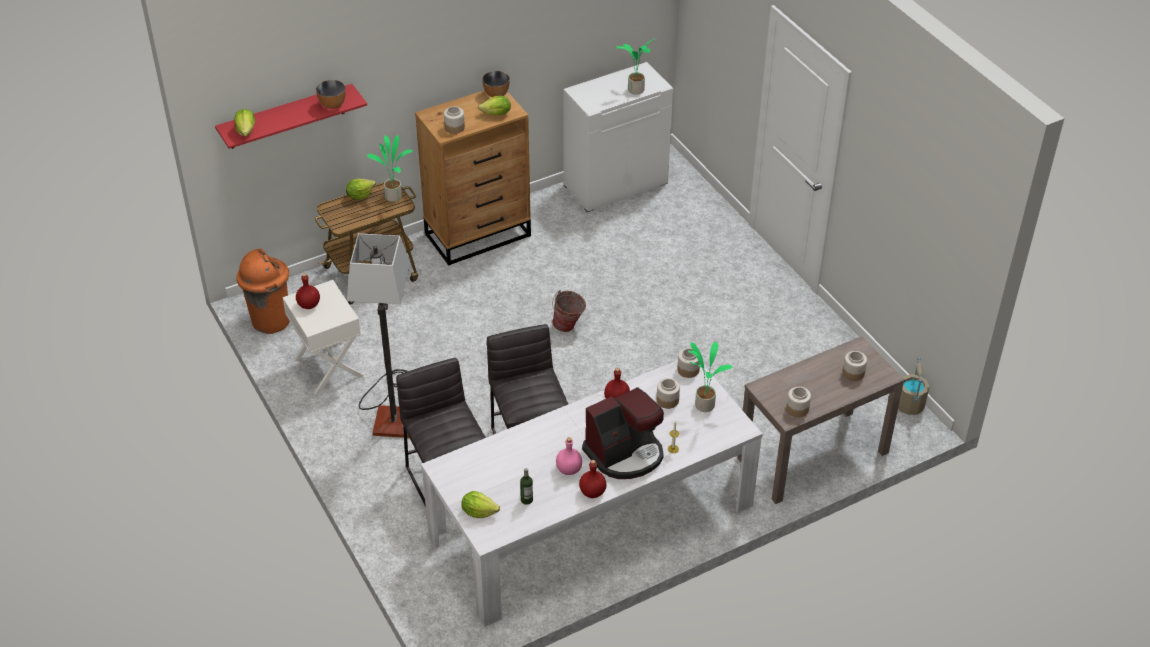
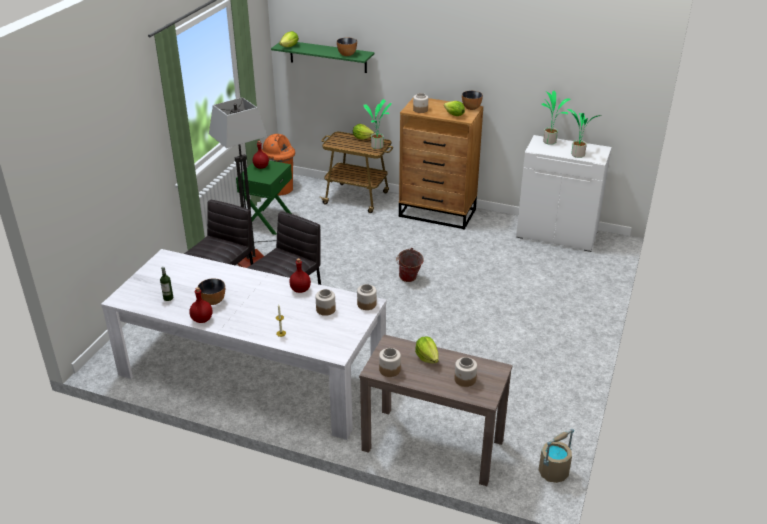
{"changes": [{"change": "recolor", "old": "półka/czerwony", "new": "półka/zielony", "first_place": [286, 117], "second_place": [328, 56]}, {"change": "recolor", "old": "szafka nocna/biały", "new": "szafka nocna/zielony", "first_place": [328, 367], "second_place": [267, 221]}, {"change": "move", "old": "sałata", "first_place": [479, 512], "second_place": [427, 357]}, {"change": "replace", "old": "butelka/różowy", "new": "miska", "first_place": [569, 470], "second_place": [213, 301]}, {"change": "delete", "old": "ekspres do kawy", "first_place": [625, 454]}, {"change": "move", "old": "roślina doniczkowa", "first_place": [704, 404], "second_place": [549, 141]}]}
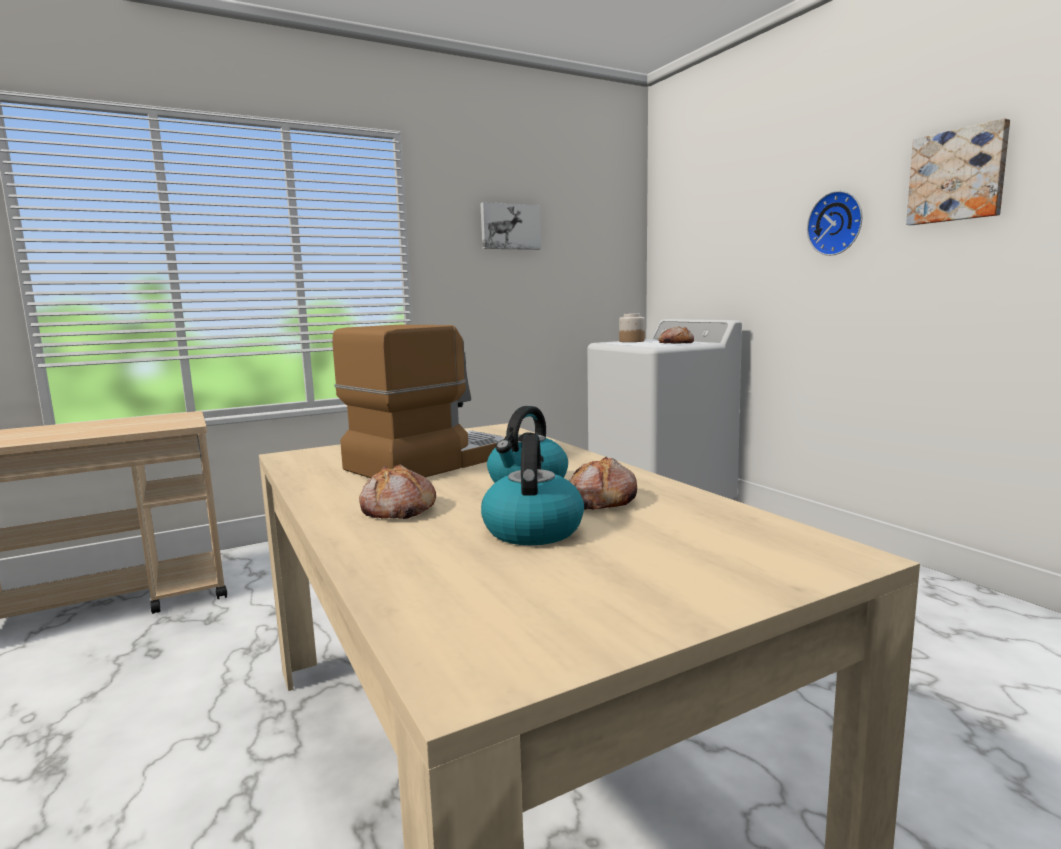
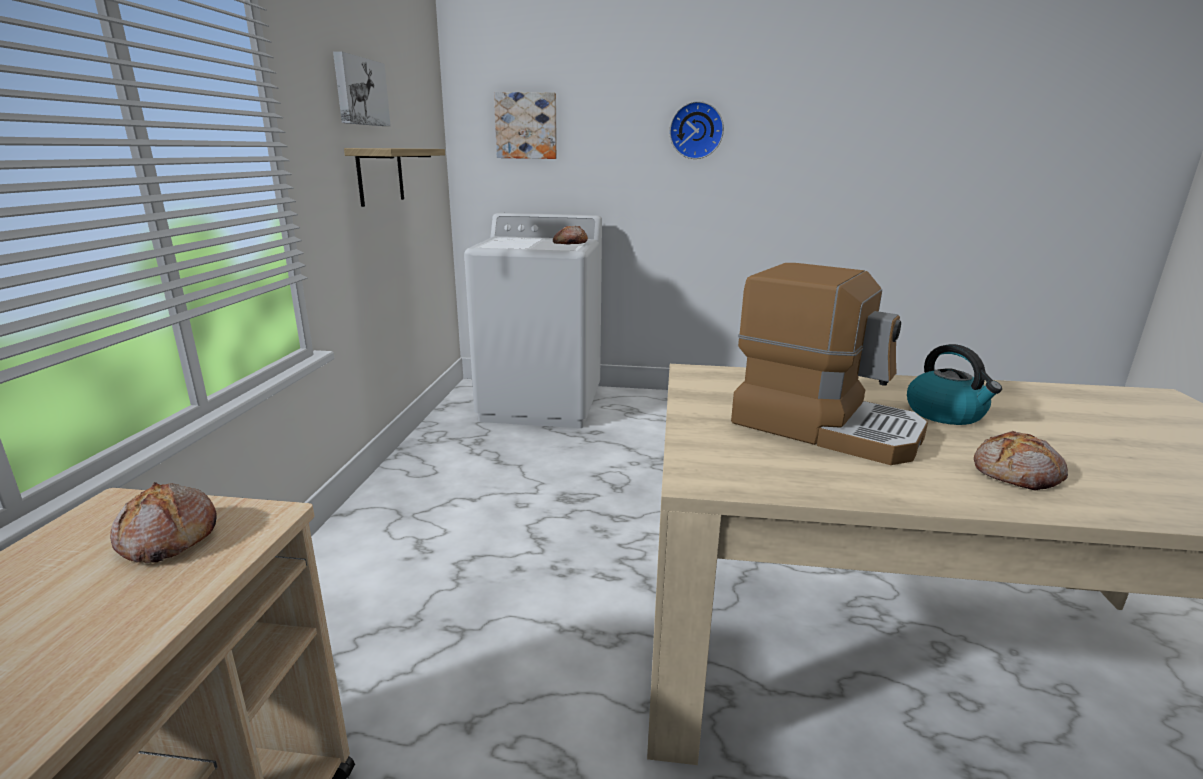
{"changes": [{"change": "rotate", "old": "ekspres do kawy", "first_place": [428, 462], "second_place": [825, 426], "degrees": 135}, {"change": "delete", "old": "czajnik", "first_place": [532, 530]}, {"change": "move", "old": "chleb", "first_place": [600, 501], "second_place": [166, 538]}, {"change": "delete", "old": "słoik", "first_place": [631, 341]}, {"change": "move", "old": "obraz", "first_place": [957, 176], "second_place": [526, 126]}, {"change": "insert", "new": "półka", "second_place": [380, 175]}]}
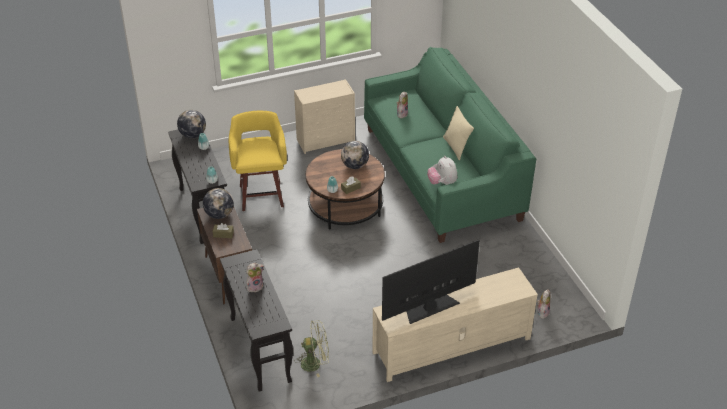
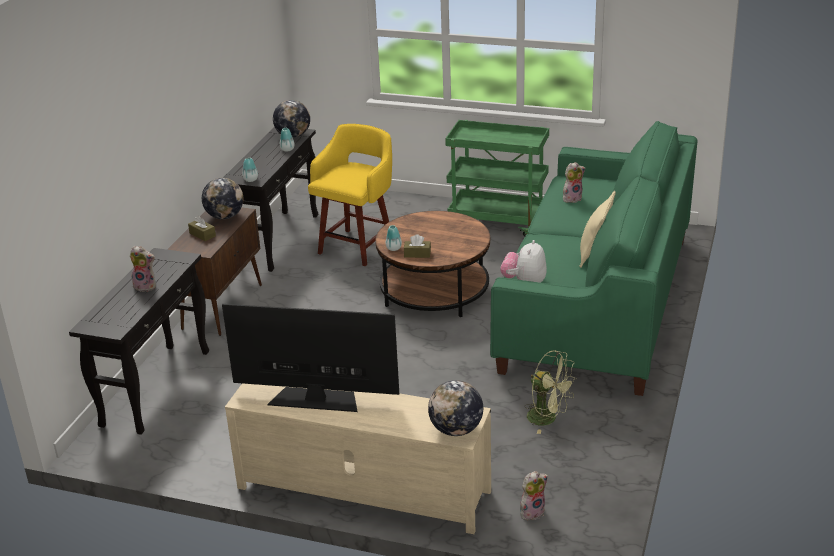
{"changes": [{"change": "replace", "old": "komoda/beżowy", "new": "wózek/zielony", "first_place": [326, 140], "second_place": [498, 221]}, {"change": "move", "old": "wentylator/zielony", "first_place": [315, 363], "second_place": [548, 418]}, {"change": "move", "old": "globus", "first_place": [355, 166], "second_place": [456, 430]}]}
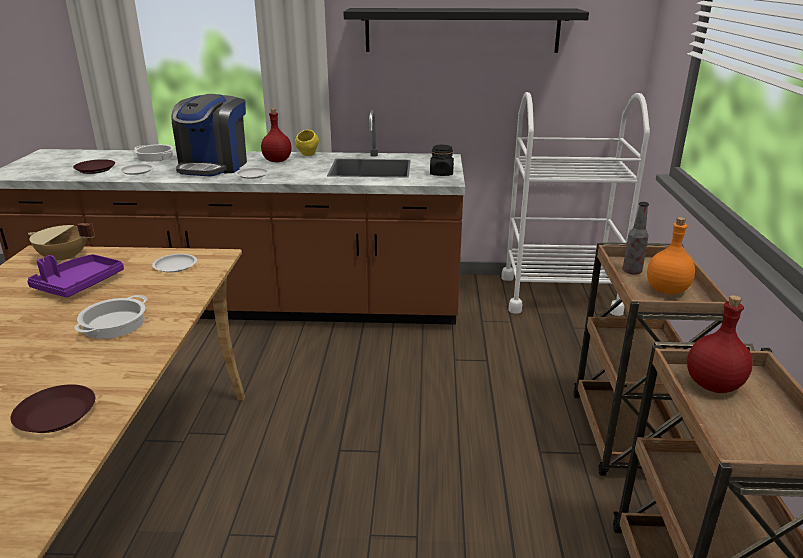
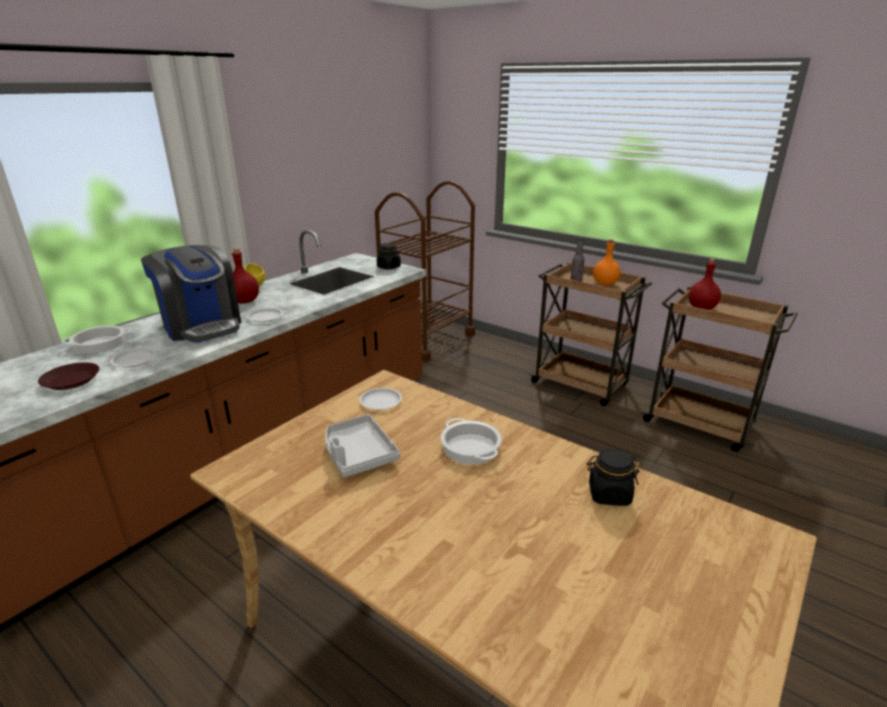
{"changes": [{"change": "replace", "old": "talerz/brązowy", "new": "słoik/czarny", "first_place": [57, 415], "second_place": [609, 494]}, {"change": "recolor", "old": "taca/fioletowy", "new": "taca/szary", "first_place": [78, 284], "second_place": [358, 454]}, {"change": "delete", "old": "garnek/beżowy", "first_place": [64, 259]}, {"change": "delete", "old": "półka/czarny", "first_place": [462, 30]}, {"change": "recolor", "old": "wózek/biały", "new": "wózek/brązowy", "first_place": [559, 294], "second_place": [427, 339]}]}
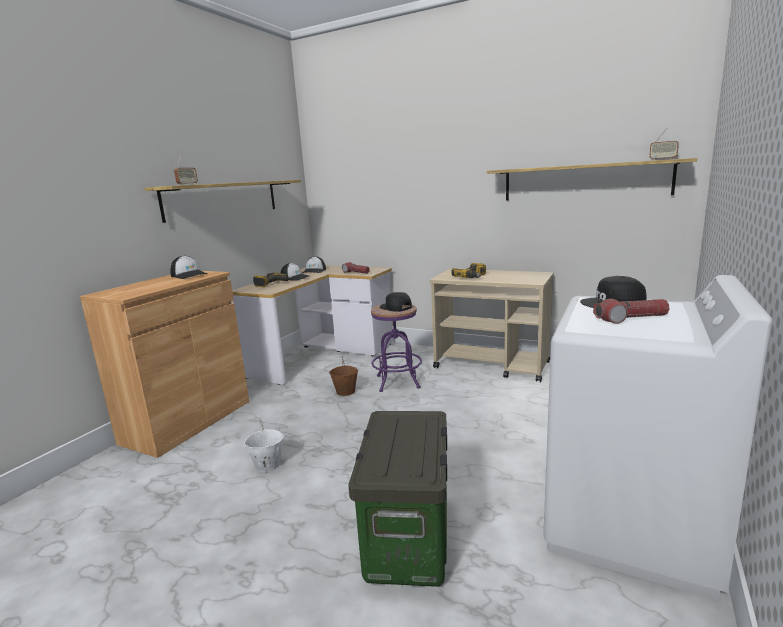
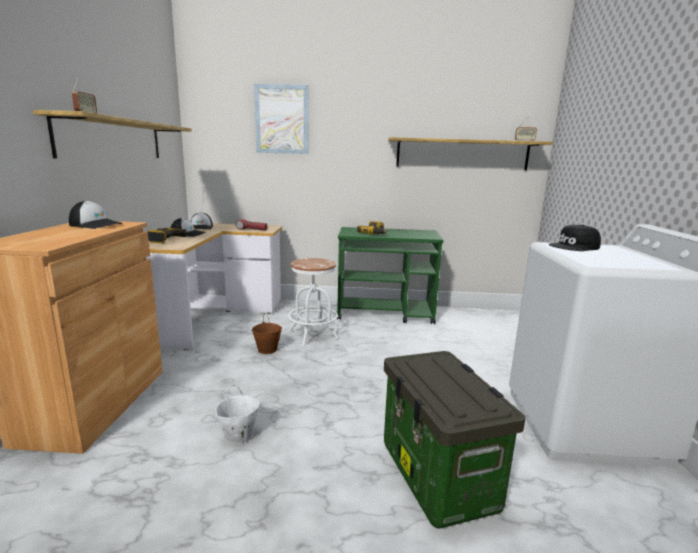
{"changes": [{"change": "recolor", "old": "stołek/fioletowy", "new": "stołek/biały", "first_place": [398, 382], "second_place": [313, 335]}, {"change": "delete", "old": "czapka z daszkiem/czarny", "first_place": [395, 307]}, {"change": "recolor", "old": "wózek/beżowy", "new": "wózek/zielony", "first_place": [492, 365], "second_place": [385, 313]}, {"change": "delete", "old": "latarka", "first_place": [630, 319]}, {"change": "insert", "new": "obraz", "second_place": [282, 119]}]}
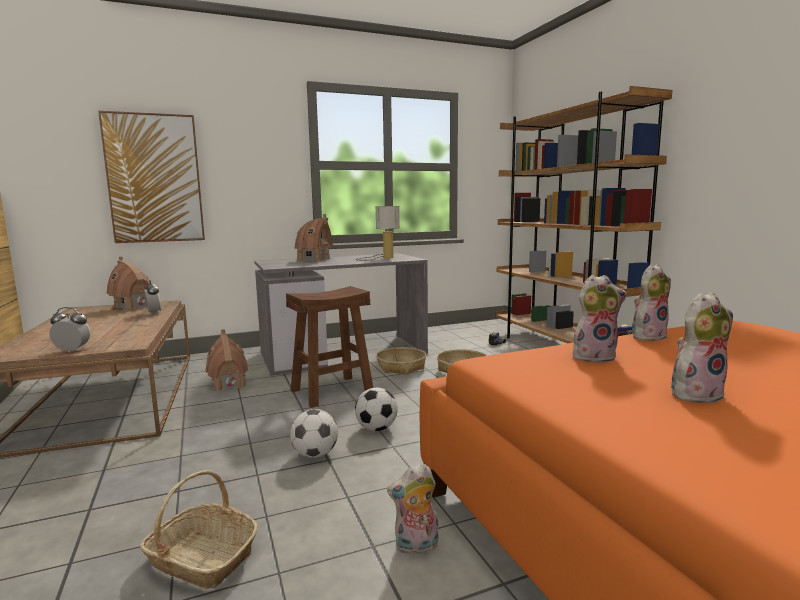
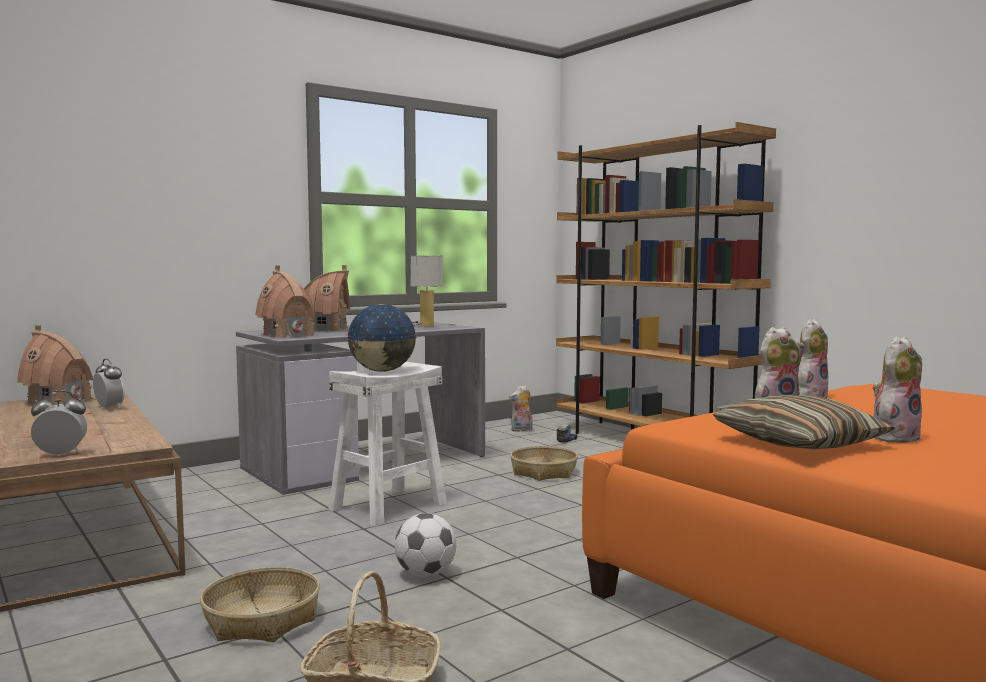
{"changes": [{"change": "delete", "old": "obraz", "first_place": [154, 179]}, {"change": "move", "old": "domek", "first_place": [228, 384], "second_place": [288, 335]}, {"change": "recolor", "old": "stołek/brązowy", "new": "stołek/biały", "first_place": [332, 391], "second_place": [388, 506]}, {"change": "delete", "old": "piłka futbolowa", "first_place": [376, 428]}, {"change": "move", "old": "koszyk", "first_place": [401, 367], "second_place": [261, 619]}, {"change": "move", "old": "pluszak", "first_place": [416, 546], "second_place": [521, 430]}, {"change": "insert", "new": "globus", "second_place": [383, 371]}, {"change": "insert", "new": "poduszka", "second_place": [799, 443]}]}
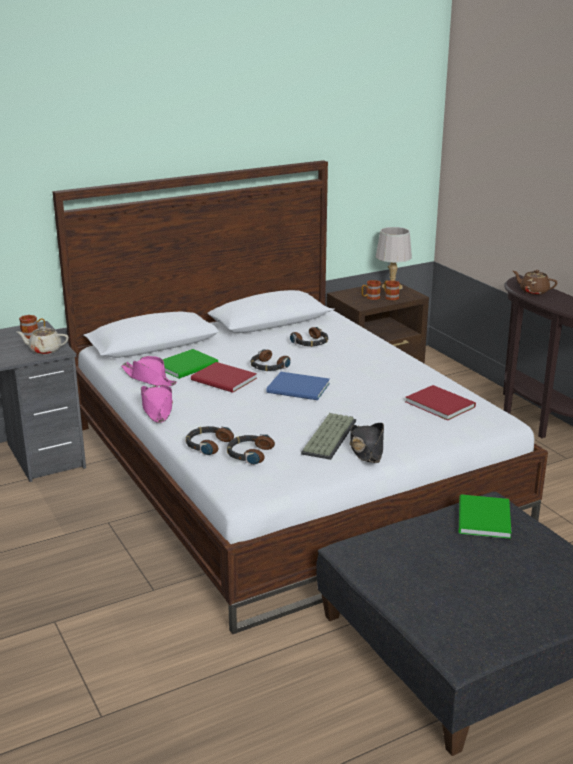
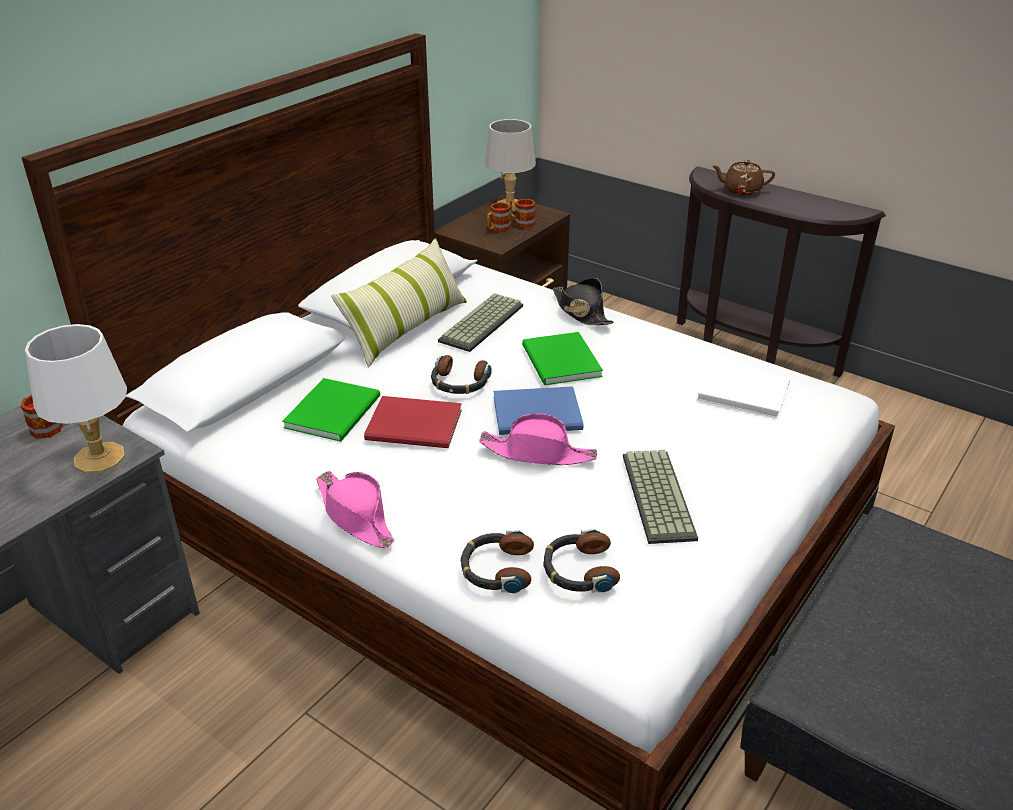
{"changes": [{"change": "replace", "old": "imbryk/beżowy", "new": "lampa stołowa/biały", "first_place": [44, 350], "second_place": [100, 457]}, {"change": "move", "old": "kapelusz/różowy", "first_place": [149, 379], "second_place": [538, 453]}, {"change": "replace", "old": "słuchawki", "new": "klawiatura", "first_place": [310, 343], "second_place": [482, 324]}, {"change": "move", "old": "kapelusz/czarny", "first_place": [366, 449], "second_place": [581, 311]}, {"change": "recolor", "old": "książka/czerwony", "new": "książka/biały", "first_place": [439, 403], "second_place": [741, 390]}, {"change": "move", "old": "książka/zielony", "first_place": [482, 519], "second_place": [560, 362]}, {"change": "insert", "new": "poduszka", "second_place": [406, 328]}]}
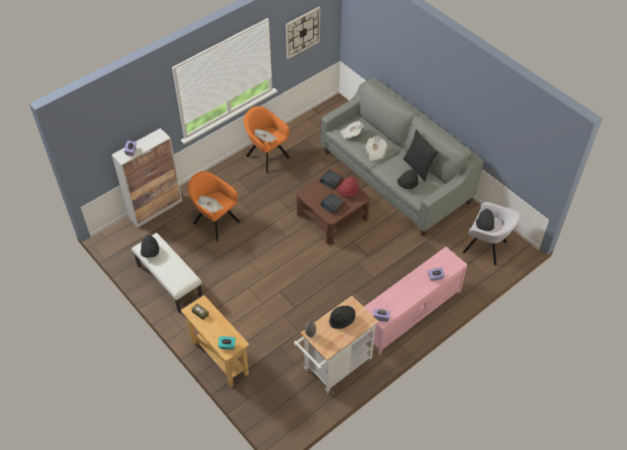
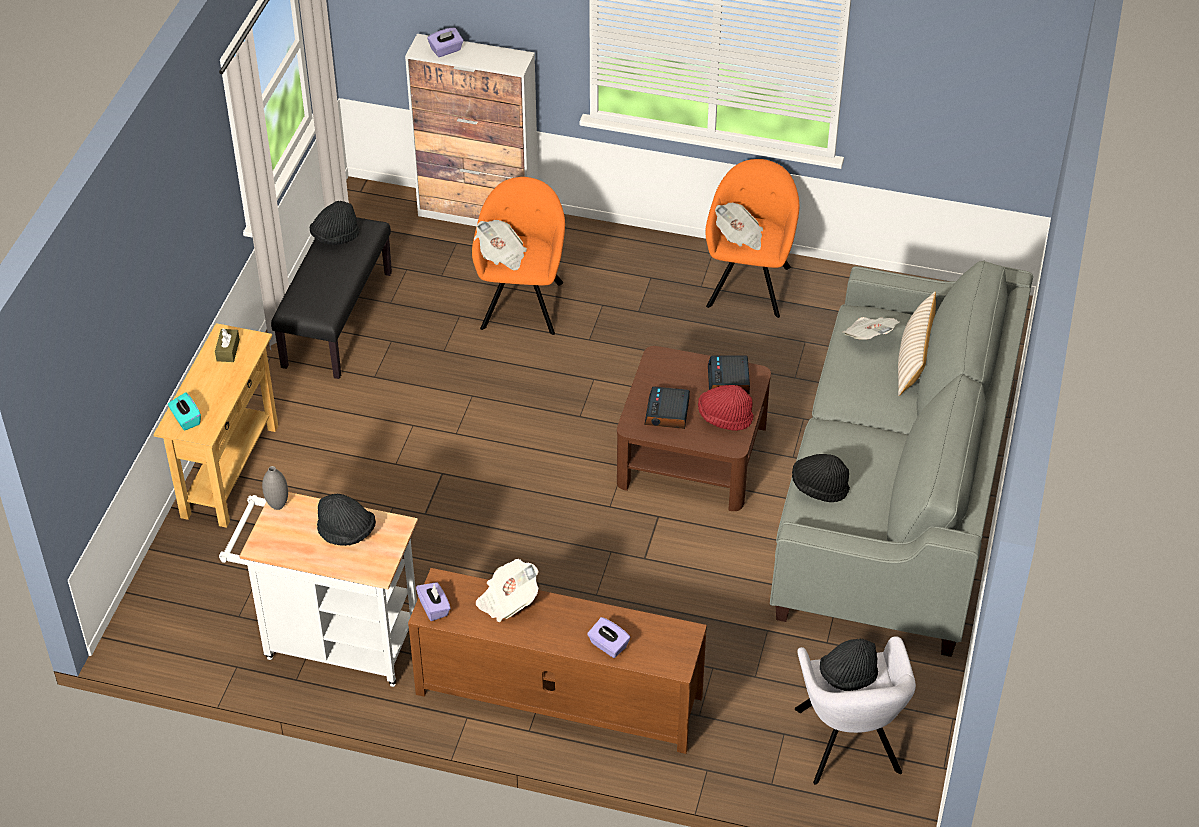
{"changes": [{"change": "recolor", "old": "ławka/biały", "new": "ławka/czarny", "first_place": [169, 282], "second_place": [336, 319]}, {"change": "delete", "old": "zegar ścienny", "first_place": [302, 32]}, {"change": "recolor", "old": "szafka pod telewizor/różowy", "new": "szafka pod telewizor/brązowy", "first_place": [410, 313], "second_place": [557, 695]}, {"change": "move", "old": "gazeta", "first_place": [375, 153], "second_place": [507, 601]}, {"change": "delete", "old": "poduszka/czarny", "first_place": [418, 167]}, {"change": "insert", "new": "poduszka/beżowy", "second_place": [913, 360]}]}
